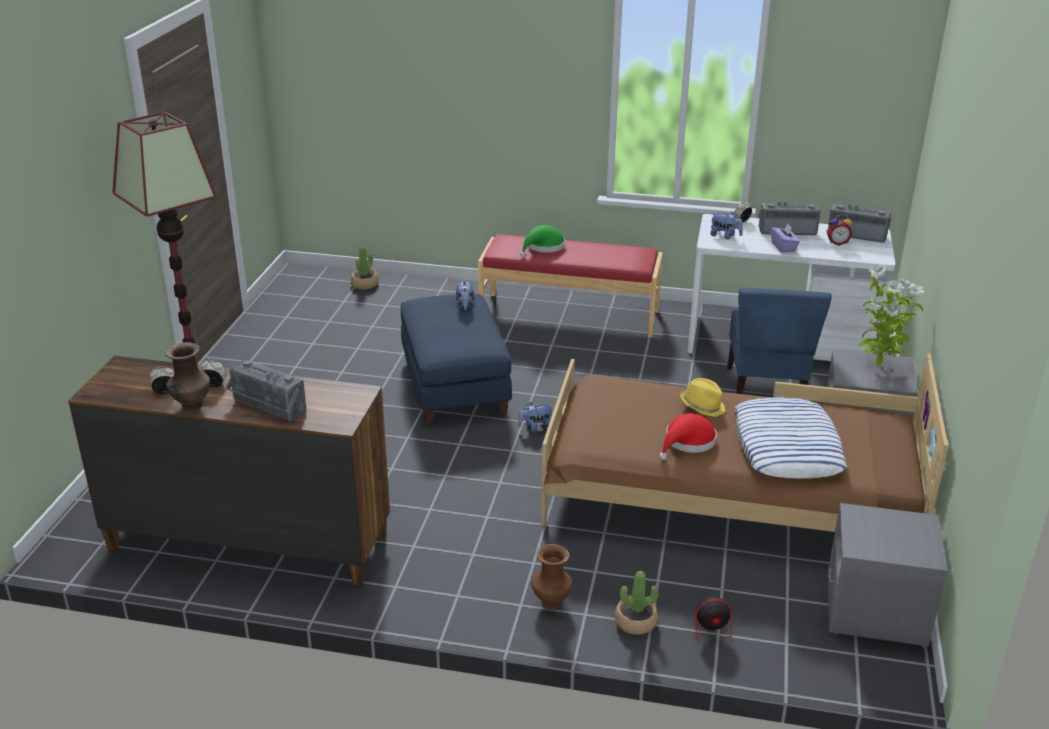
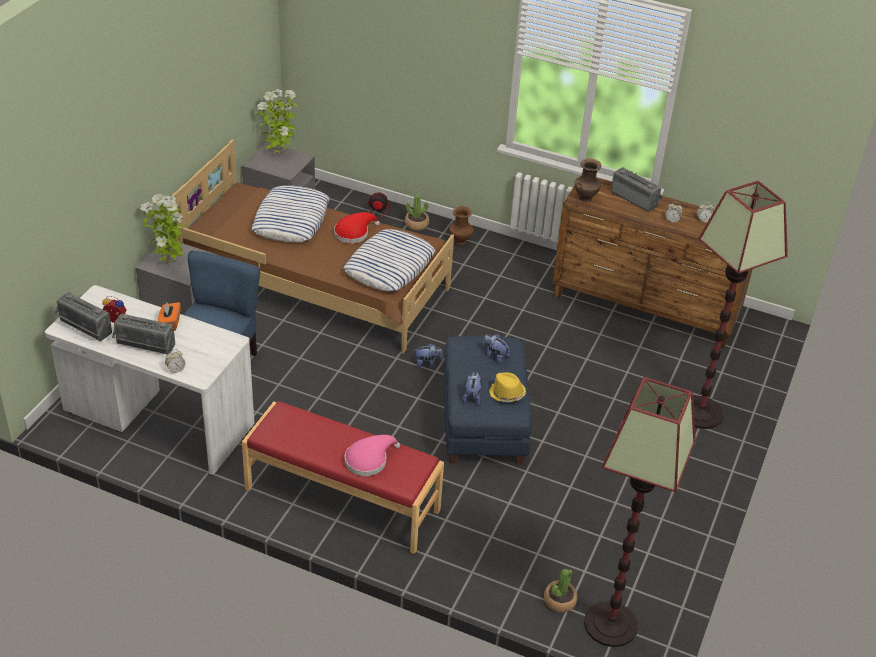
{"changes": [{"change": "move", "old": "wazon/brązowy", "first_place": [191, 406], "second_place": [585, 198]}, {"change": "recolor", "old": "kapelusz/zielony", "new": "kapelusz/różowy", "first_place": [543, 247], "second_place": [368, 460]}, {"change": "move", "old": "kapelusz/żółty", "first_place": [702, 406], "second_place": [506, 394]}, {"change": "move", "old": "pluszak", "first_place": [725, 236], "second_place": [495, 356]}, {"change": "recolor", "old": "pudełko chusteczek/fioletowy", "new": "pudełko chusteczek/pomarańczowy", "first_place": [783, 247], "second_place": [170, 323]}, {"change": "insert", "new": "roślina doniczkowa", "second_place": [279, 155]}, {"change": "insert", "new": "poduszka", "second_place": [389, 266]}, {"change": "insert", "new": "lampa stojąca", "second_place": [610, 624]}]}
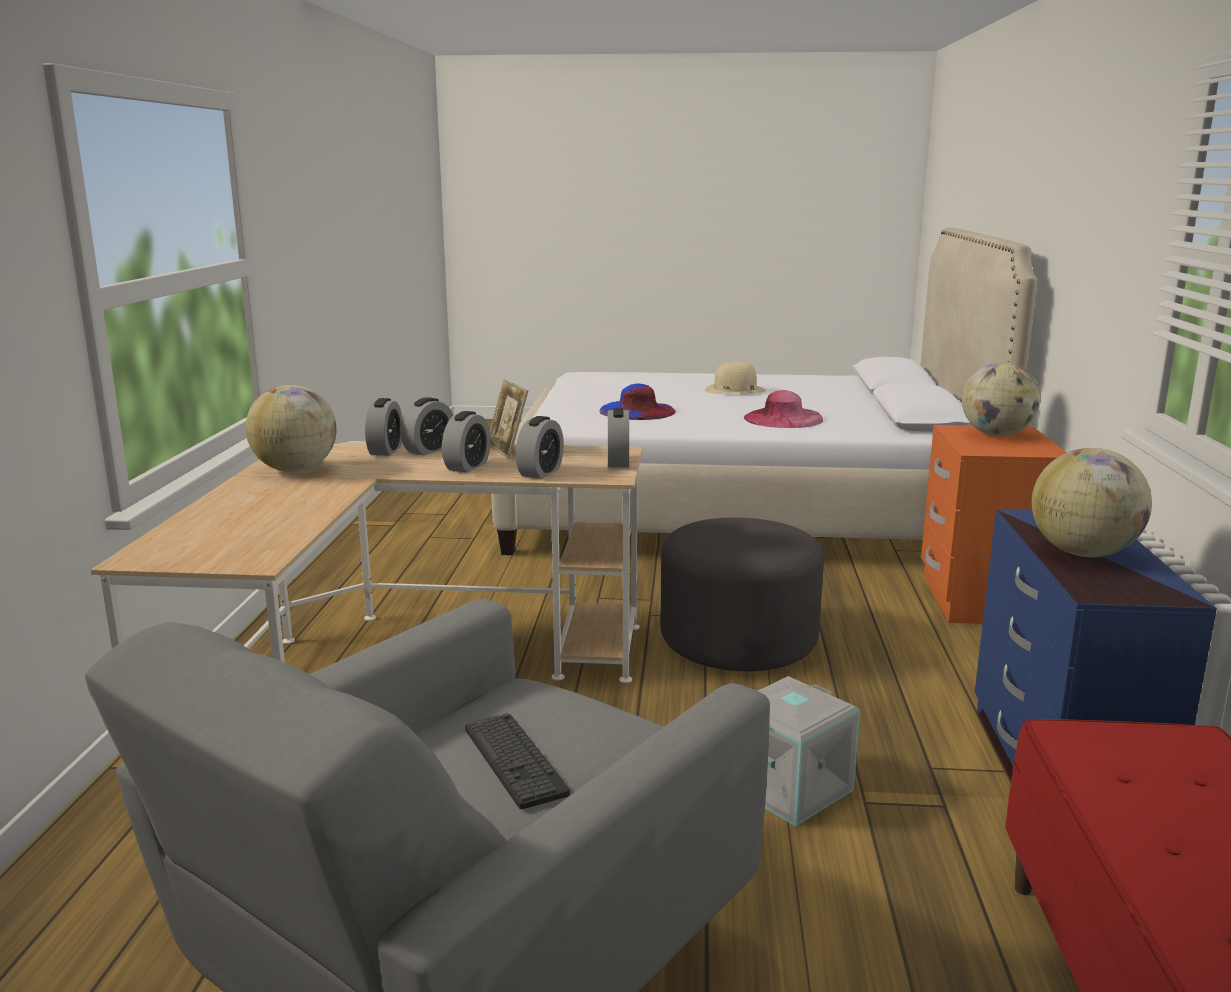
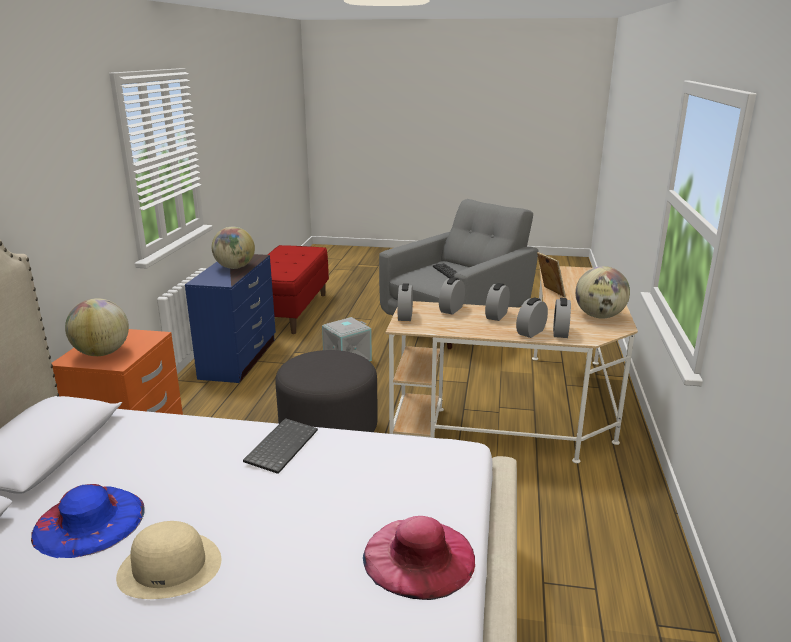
{"changes": [{"change": "move", "old": "ramka na zdjęcie", "first_place": [507, 450], "second_place": [549, 292]}, {"change": "move", "old": "kapelusz/niebieski", "first_place": [637, 411], "second_place": [89, 521]}, {"change": "move", "old": "kapelusz/różowy", "first_place": [783, 418], "second_place": [419, 556]}, {"change": "insert", "new": "klawiatura", "second_place": [281, 446]}]}
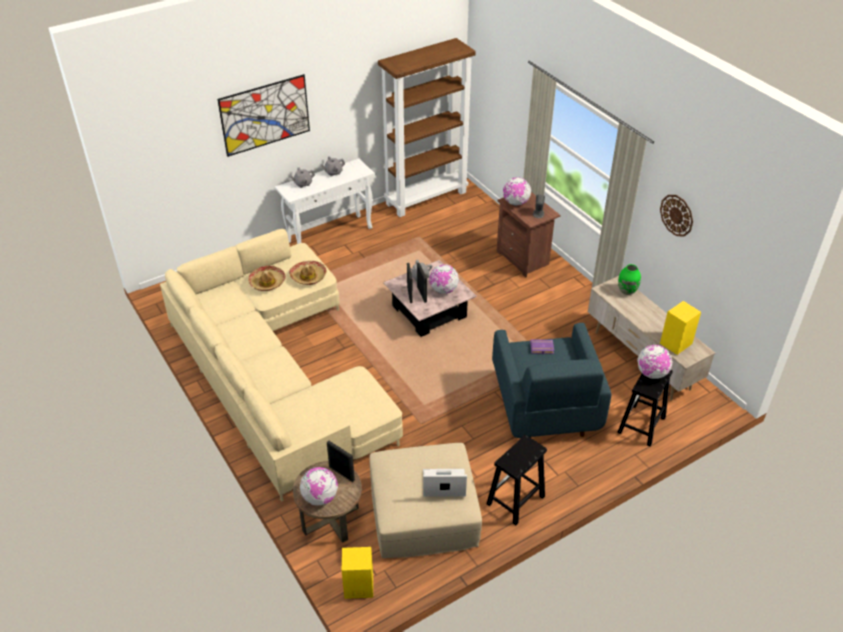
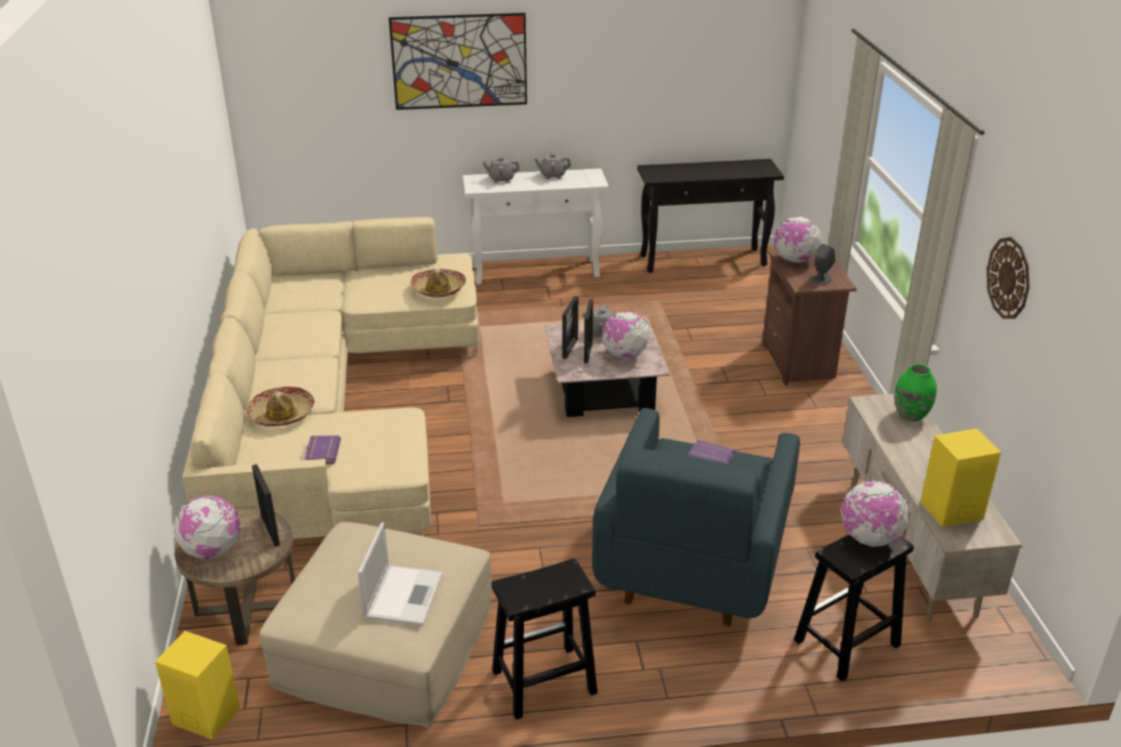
{"changes": [{"change": "move", "old": "kapelusz", "first_place": [267, 282], "second_place": [281, 414]}, {"change": "replace", "old": "regał/brązowy", "new": "stolik konsolowy/czarny", "first_place": [426, 197], "second_place": [704, 260]}, {"change": "rotate", "old": "laptop", "first_place": [443, 484], "second_place": [404, 594], "degrees": 75}, {"change": "insert", "new": "książka/fioletowy", "second_place": [321, 452]}]}
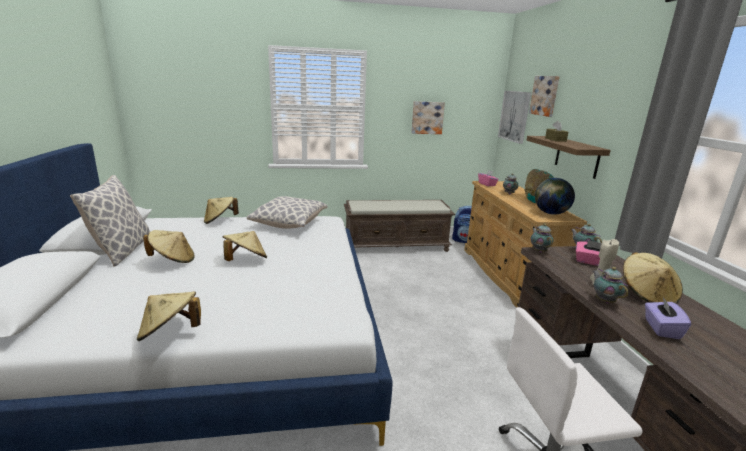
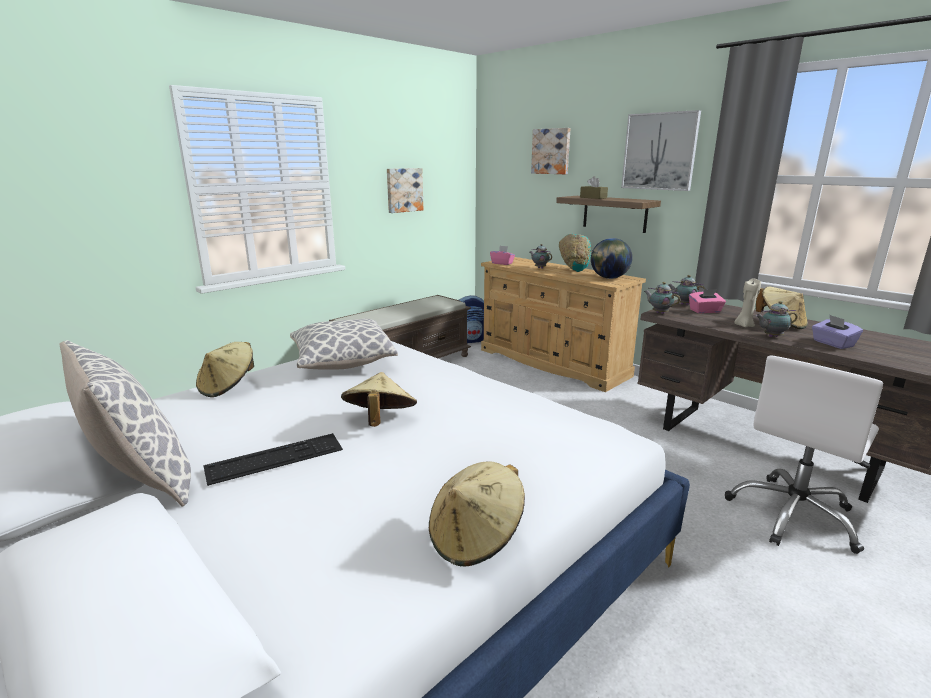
{"changes": [{"change": "replace", "old": "kapelusz/beżowy", "new": "klawiatura", "first_place": [173, 260], "second_place": [275, 458]}, {"change": "move", "old": "obraz", "first_place": [514, 116], "second_place": [659, 151]}, {"change": "rotate", "old": "imbryk", "first_place": [604, 300], "second_place": [771, 336], "degrees": -45}]}
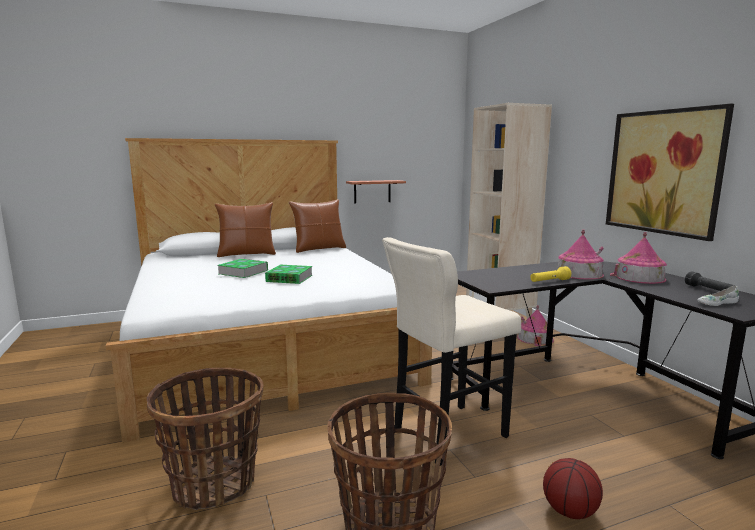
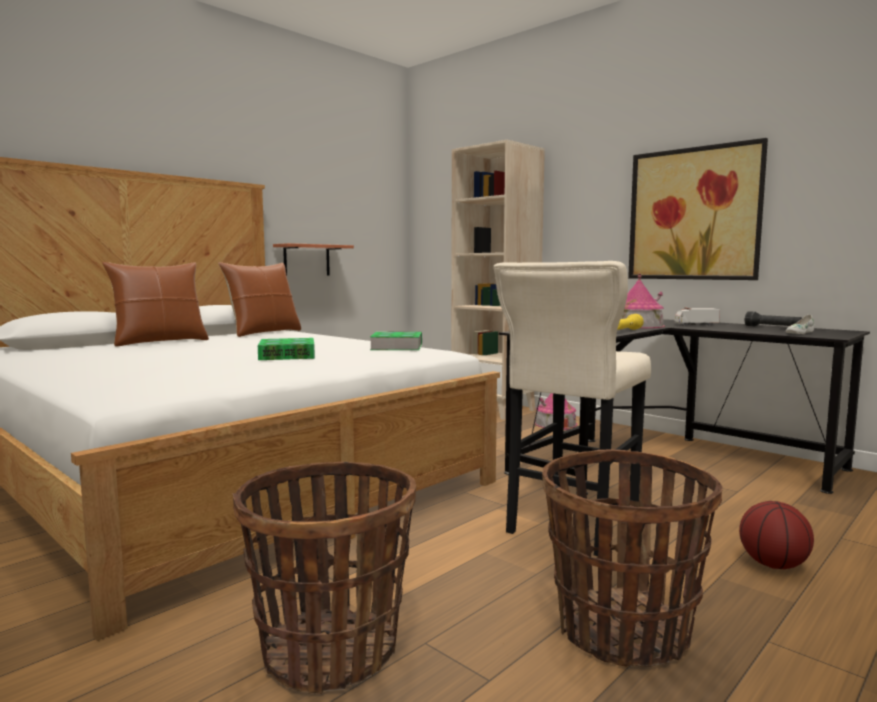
{"changes": [{"change": "move", "old": "książka", "first_place": [243, 272], "second_place": [397, 346]}, {"change": "replace", "old": "domek", "new": "ciężarówka zabawkowa", "first_place": [639, 277], "second_place": [695, 324]}]}
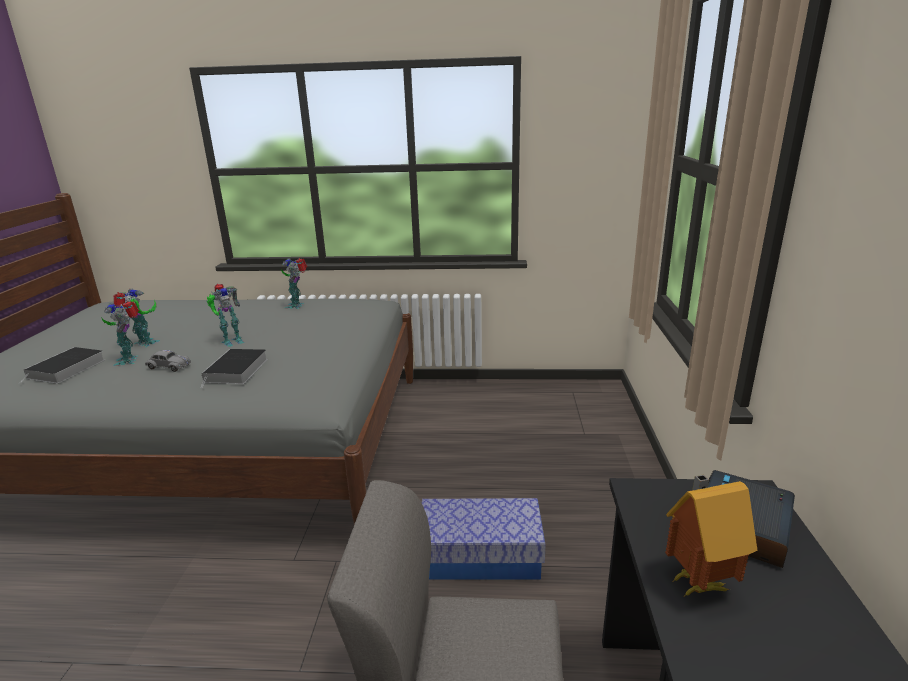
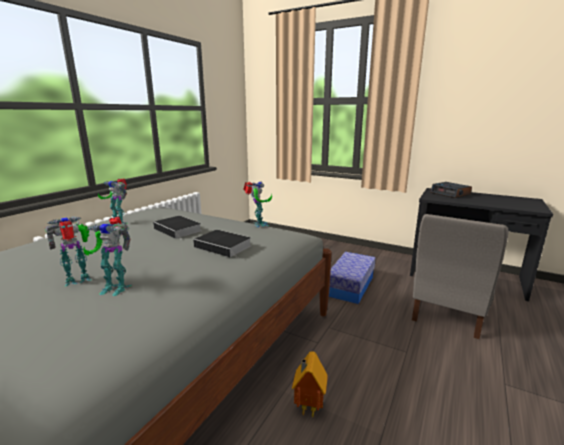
{"changes": [{"change": "move", "old": "książka", "first_place": [66, 370], "second_place": [179, 230]}, {"change": "delete", "old": "samochodzik/szary", "first_place": [169, 366]}, {"change": "move", "old": "robot zabawkowy", "first_place": [231, 341], "second_place": [259, 225]}, {"change": "move", "old": "domek", "first_place": [696, 581], "second_place": [307, 407]}]}
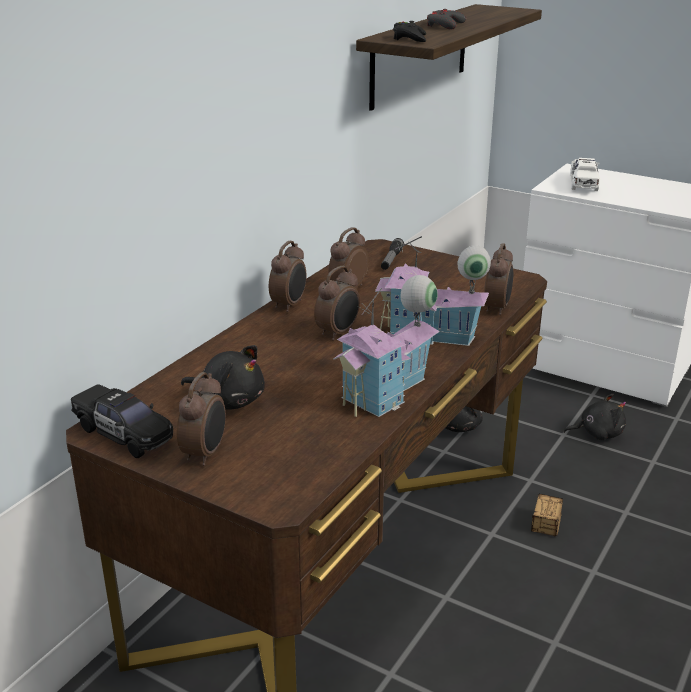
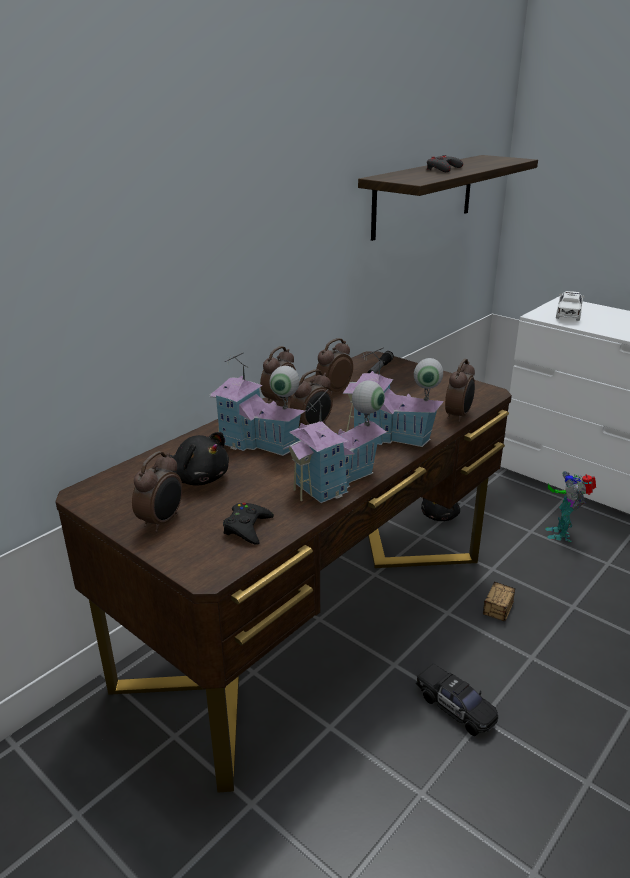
{"changes": [{"change": "move", "old": "samochodzik/czarny", "first_place": [124, 433], "second_place": [455, 707]}, {"change": "move", "old": "pad do gier/czarny", "first_place": [409, 38], "second_place": [247, 528]}, {"change": "replace", "old": "pluszak/czarny", "new": "robot zabawkowy", "first_place": [597, 433], "second_place": [562, 533]}, {"change": "insert", "new": "domek", "second_place": [257, 443]}]}
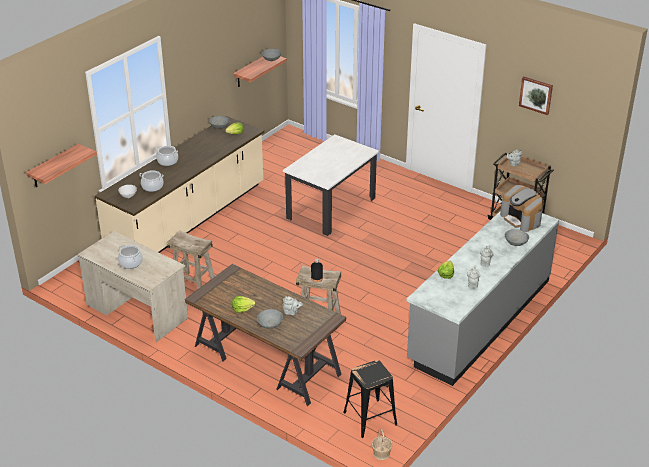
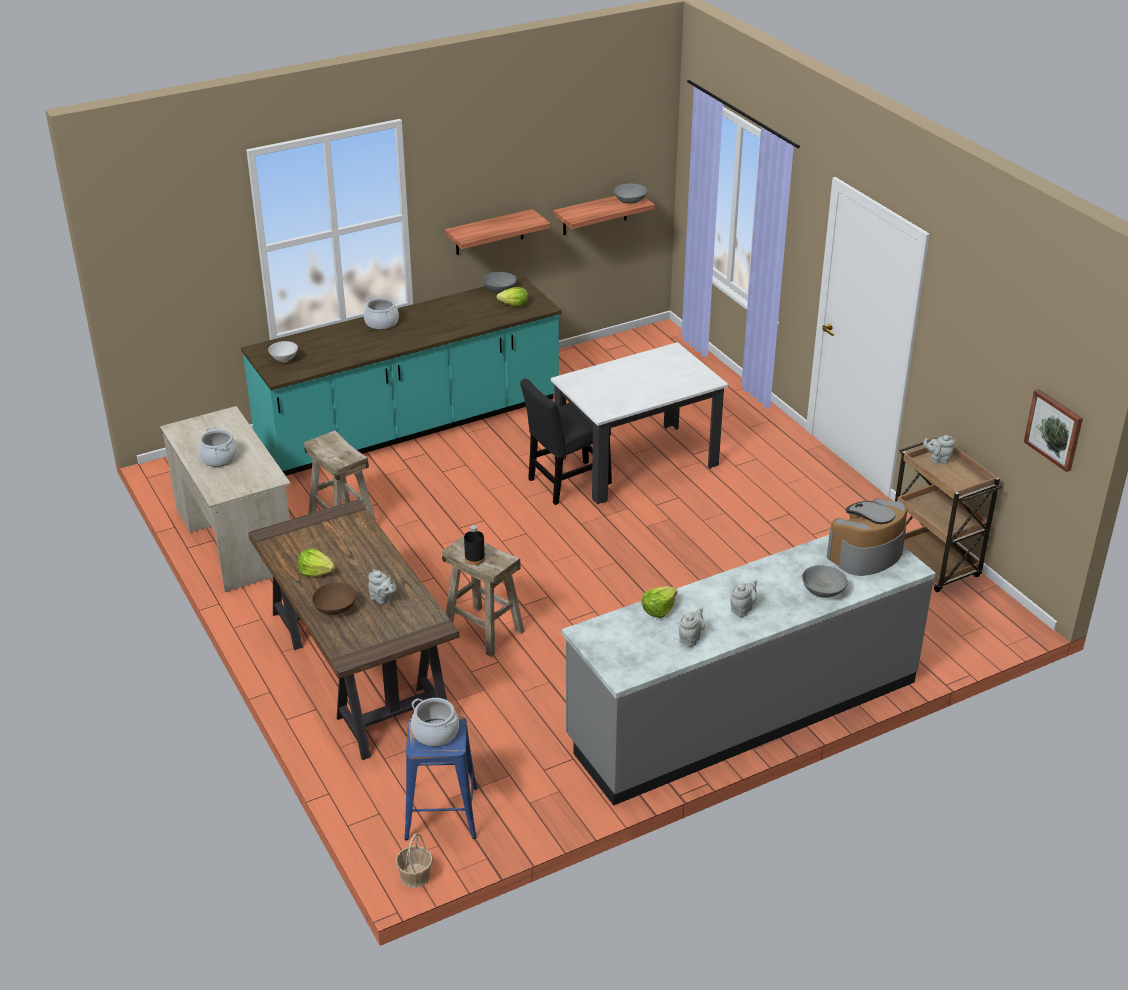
{"changes": [{"change": "move", "old": "półka", "first_place": [54, 166], "second_place": [489, 232]}, {"change": "recolor", "old": "zabudowa kuchenna/beżowy", "new": "zabudowa kuchenna/turkusowy", "first_place": [188, 220], "second_place": [411, 425]}, {"change": "move", "old": "garnek", "first_place": [152, 187], "second_place": [435, 733]}, {"change": "recolor", "old": "miska/szary", "new": "miska/brązowy", "first_place": [270, 324], "second_place": [335, 607]}, {"change": "recolor", "old": "stołek/czarny", "new": "stołek/niebieski", "first_place": [370, 418], "second_place": [441, 813]}, {"change": "rotate", "old": "ekspres do kawy", "first_place": [521, 219], "second_place": [866, 554], "degrees": 60}, {"change": "move", "old": "obraz", "first_place": [536, 95], "second_place": [1054, 429]}, {"change": "insert", "new": "krzesło/czarny", "second_place": [566, 483]}]}
